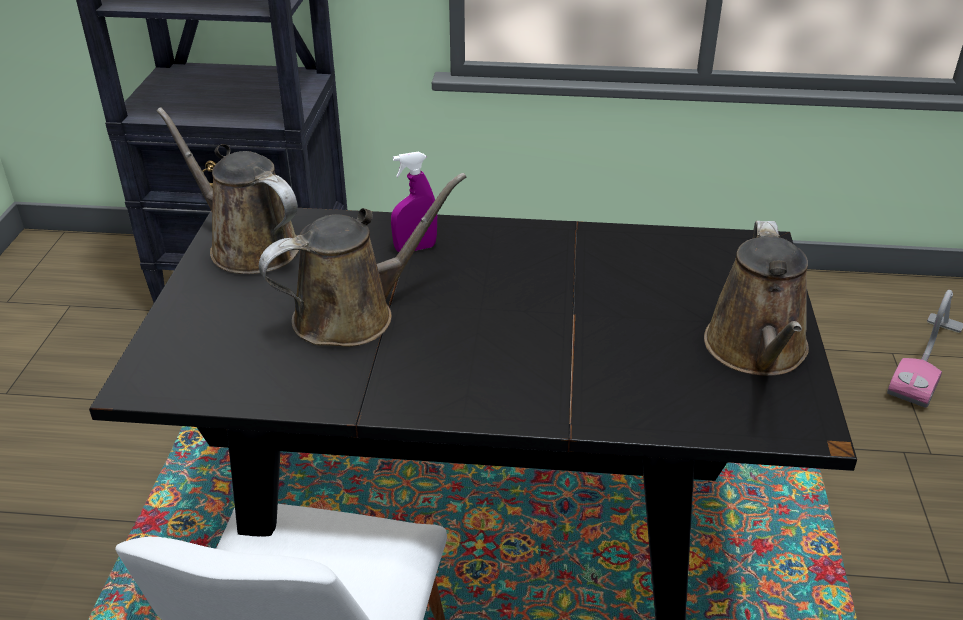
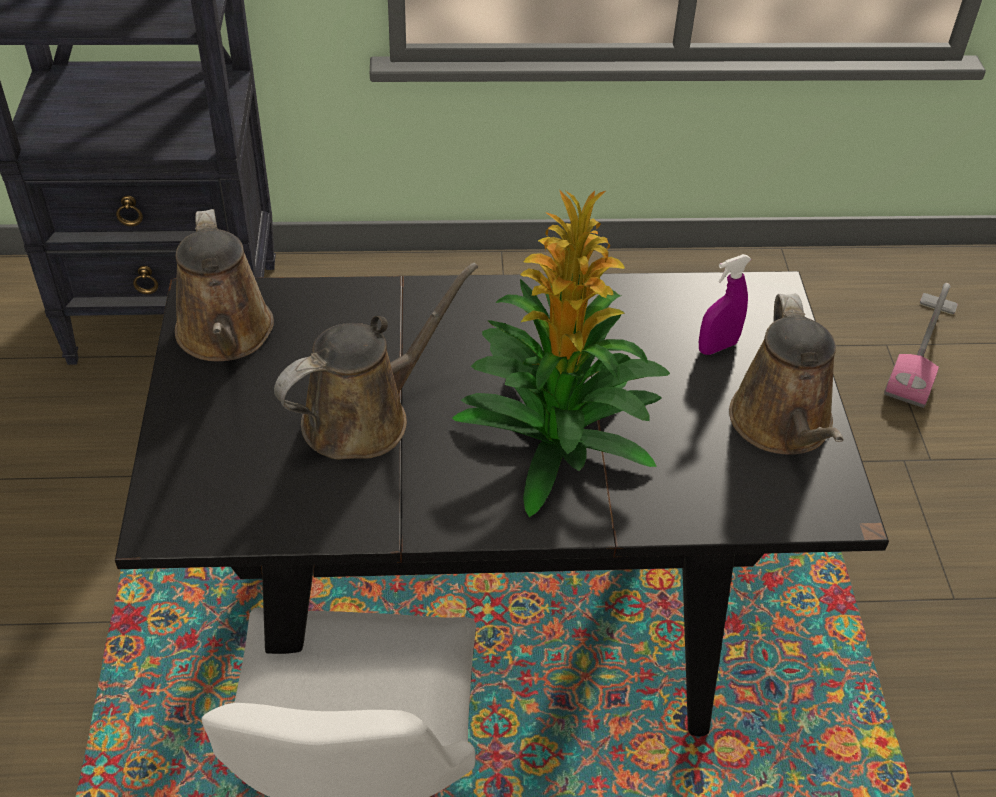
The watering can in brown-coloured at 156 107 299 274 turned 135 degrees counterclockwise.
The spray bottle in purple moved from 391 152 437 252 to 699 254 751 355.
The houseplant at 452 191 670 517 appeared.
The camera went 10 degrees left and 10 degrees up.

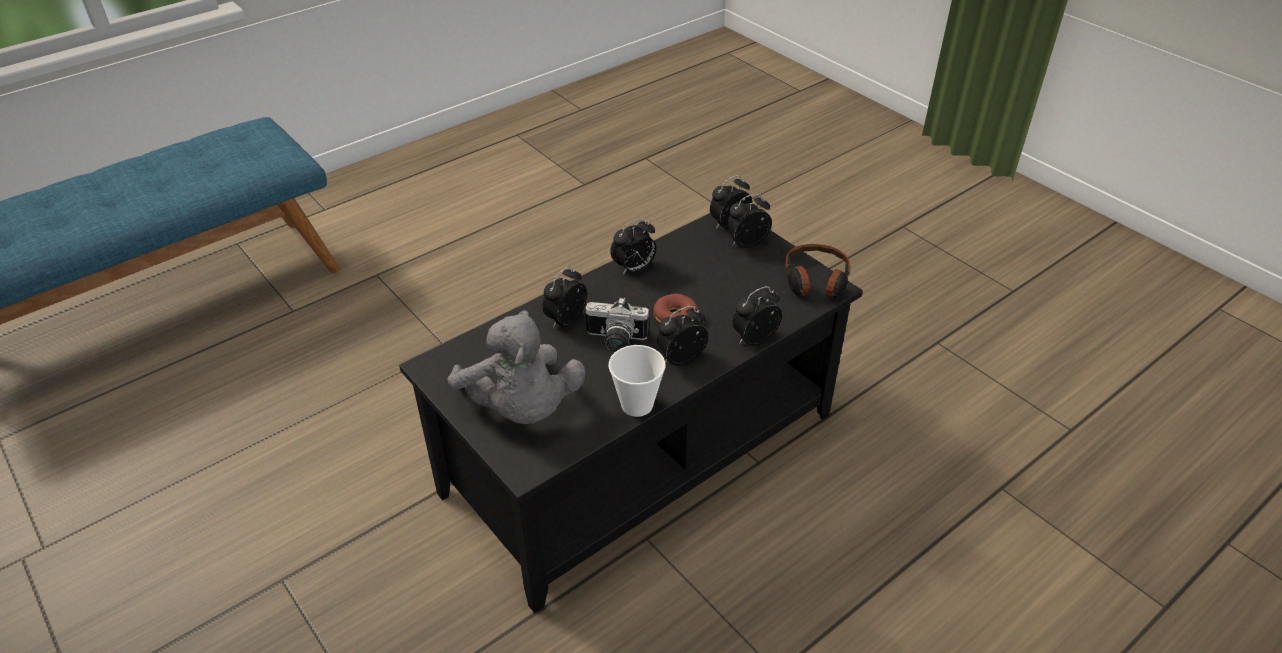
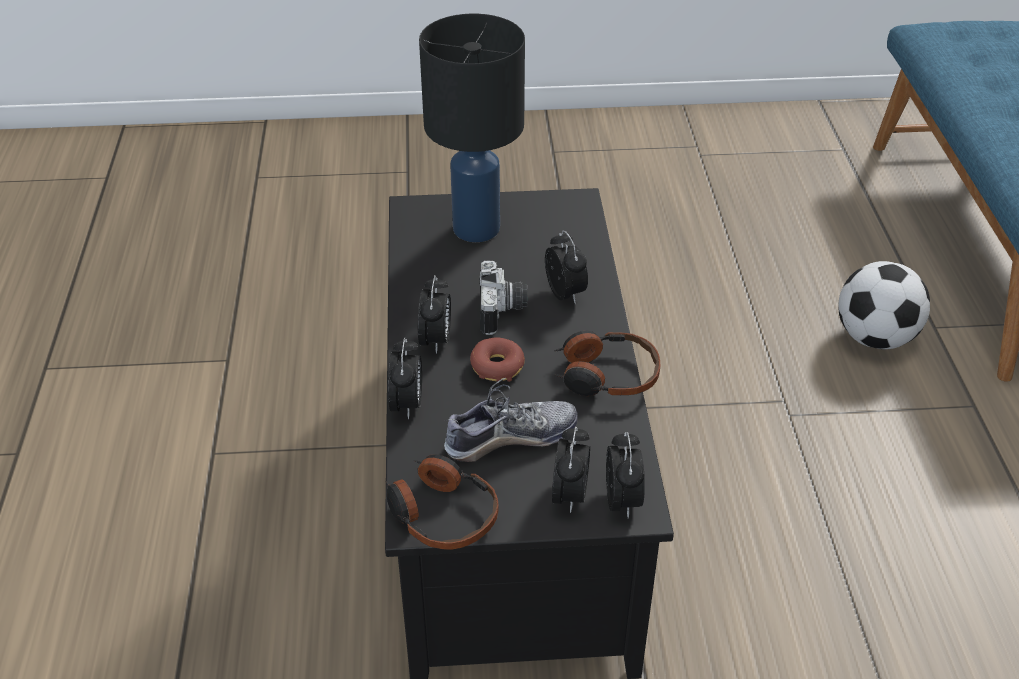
The plush toy in grey at 447 310 586 424 was replaced by the tabletop lamp in black at 419 14 525 242.
The photo camera at 586 297 649 352 turned 135 degrees clockwise.
The drinking cup at 608 345 666 417 disappeared.
The alarm clock at 610 218 656 275 was replaced by the headphones at 554 330 660 396.
The item of footwear at 444 378 578 462 appeared.
The football ball at 839 261 930 349 appeared.
The camera went 125 degrees right and 0 degrees up.

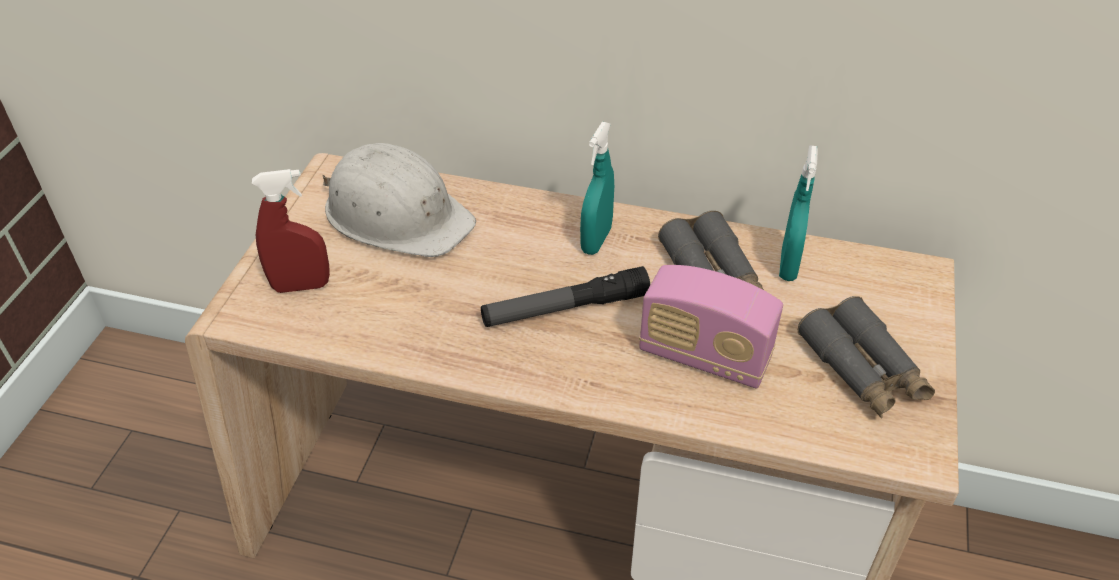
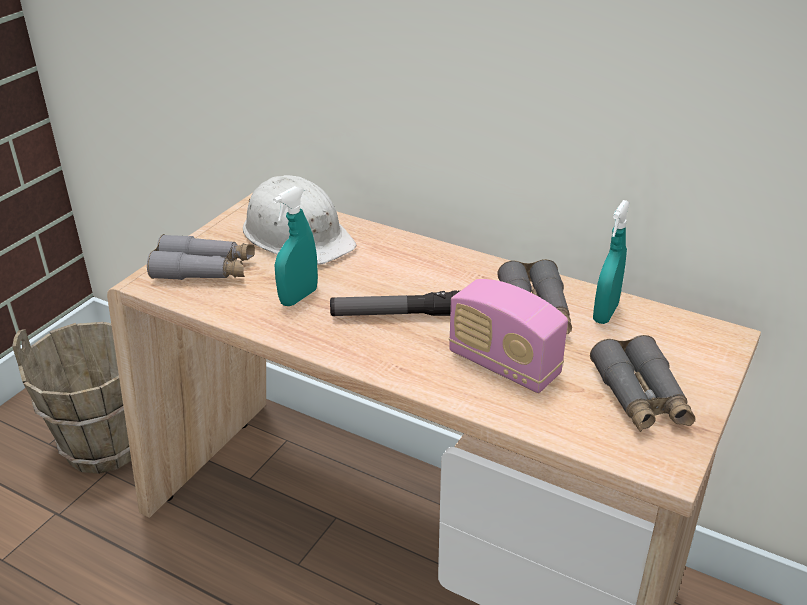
The spray bottle in reddish at 252 169 330 293 was replaced by the binoculars in grey at 147 234 255 280.
The spray bottle in turquoise moved from 580 122 614 255 to 273 186 318 306.
The pail in brown-coloured at 12 322 131 474 appeared.
The camera went 15 degrees right and 10 degrees down.

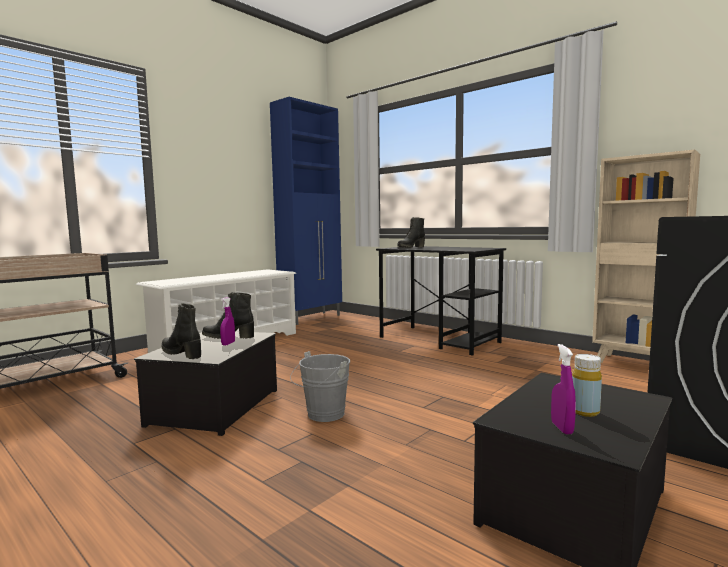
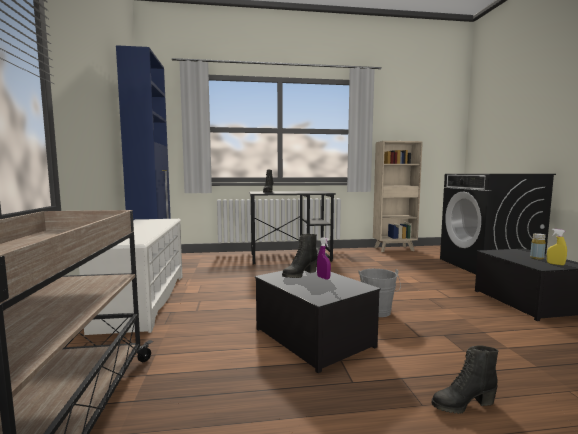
The boot in black moved from 161 303 201 359 to 431 346 499 414.
The spray bottle in purple at 551 344 576 434 became the spray bottle in yellow at 547 229 567 265.
The camera went 50 degrees left and 0 degrees up.

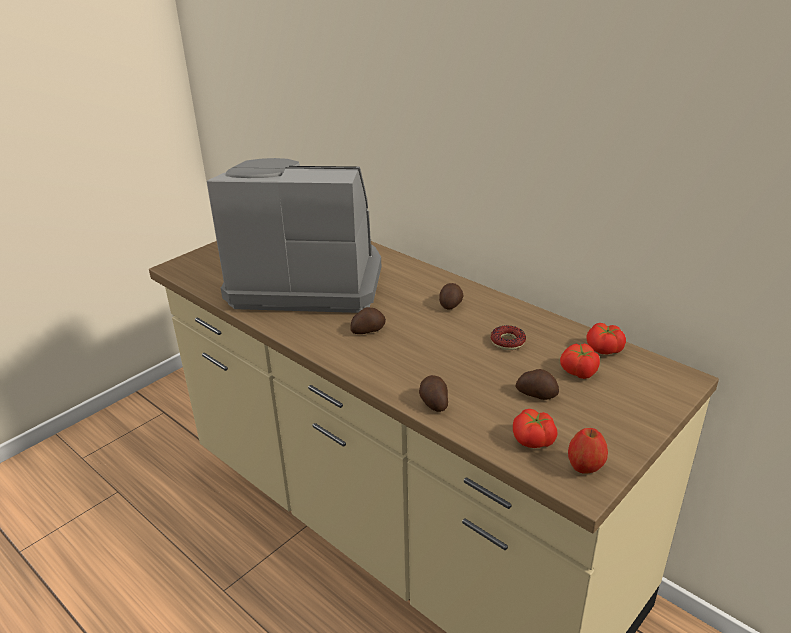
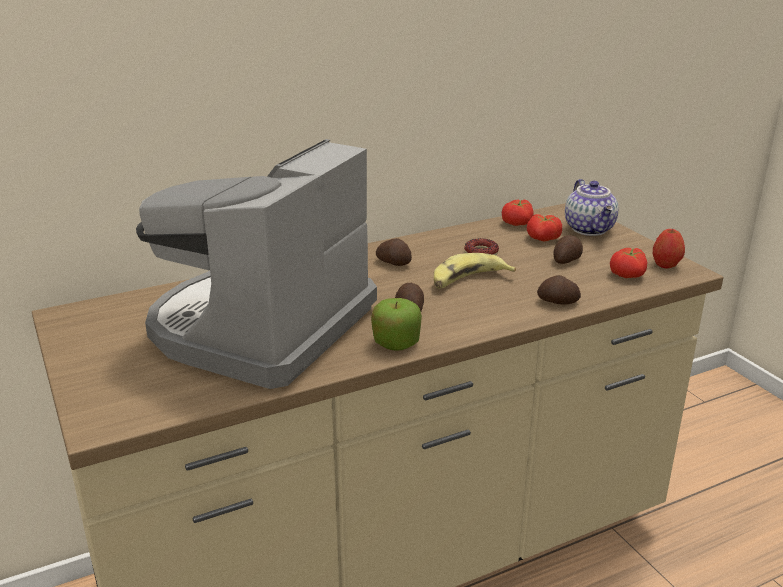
The apple fruit at 371 298 422 351 appeared.
The whole banana at 434 253 516 288 appeared.
The tea pot at 565 179 618 236 appeared.
The camera went 70 degrees left and 5 degrees down.

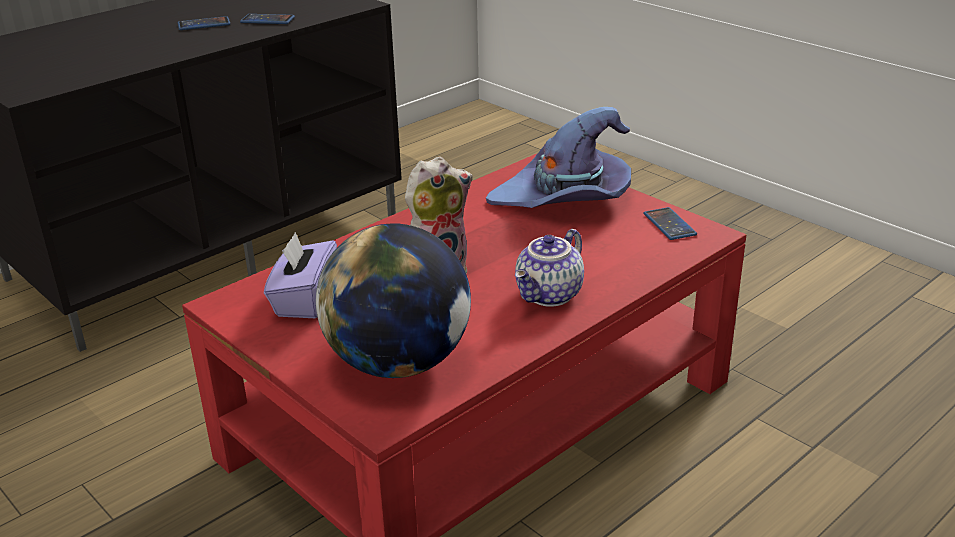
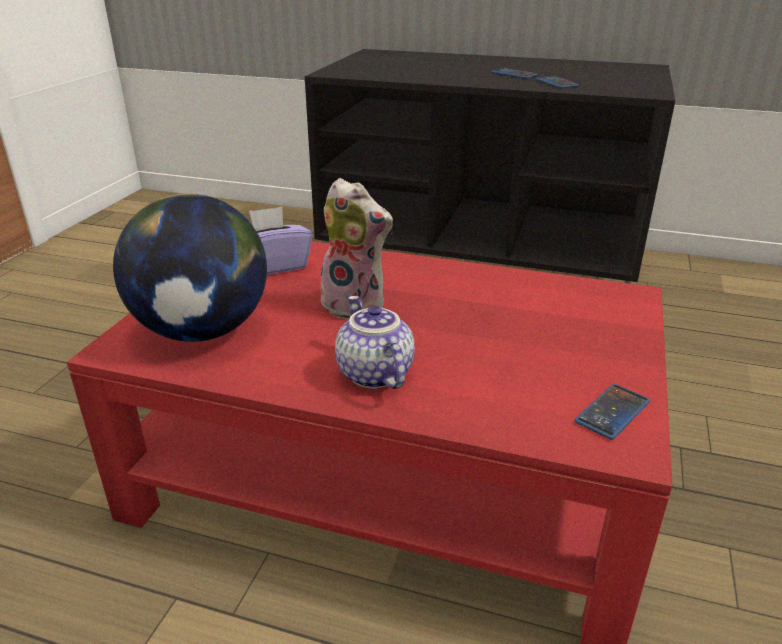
The clothing hat in purple at 486 107 631 208 disappeared.
The tea pot at 515 229 584 307 turned 60 degrees clockwise.
The camera went 60 degrees right and 0 degrees up.

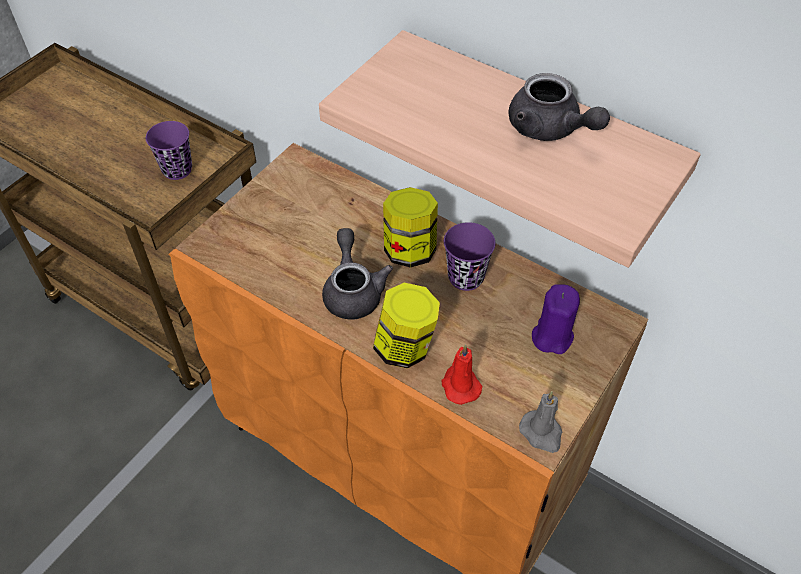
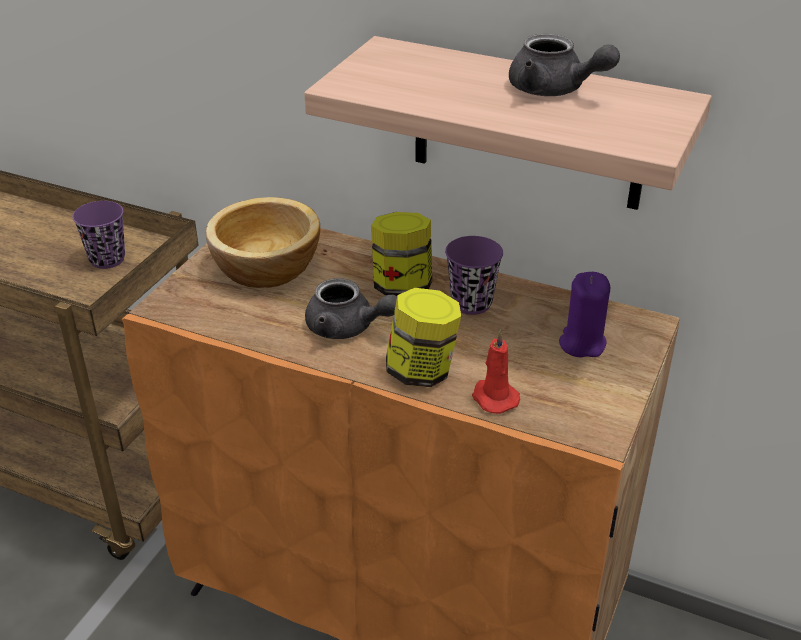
The tea pot in grey at 322 228 393 320 turned 135 degrees clockwise.
The wax light in grey at 519 391 562 453 disappeared.
The serving bowl at 206 197 320 288 appeared.
The camera went 10 degrees left and 15 degrees down.

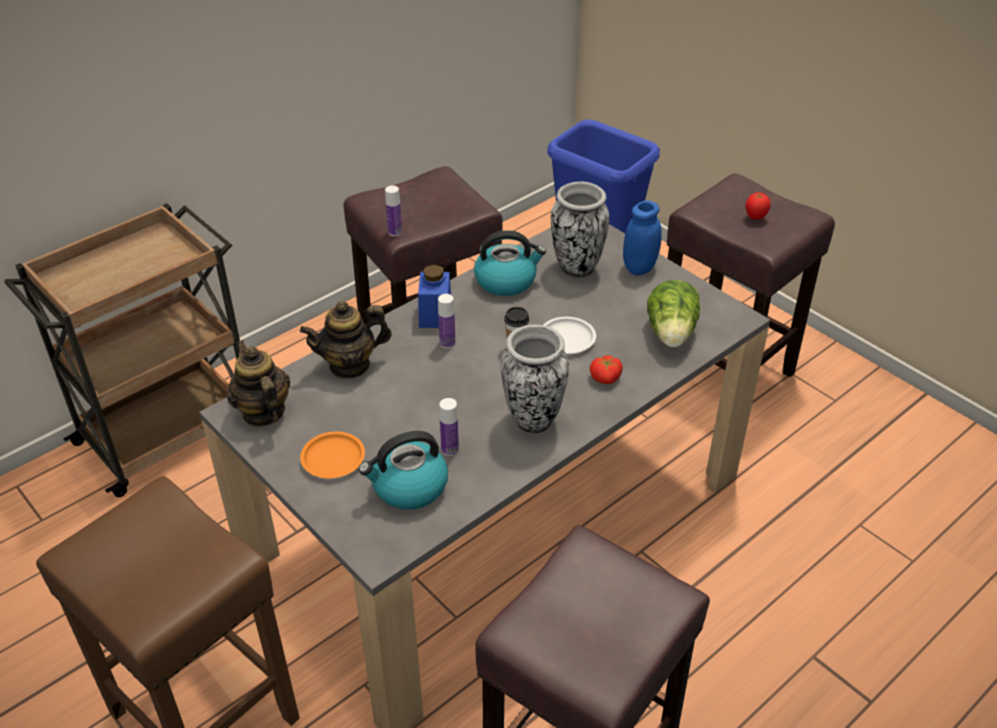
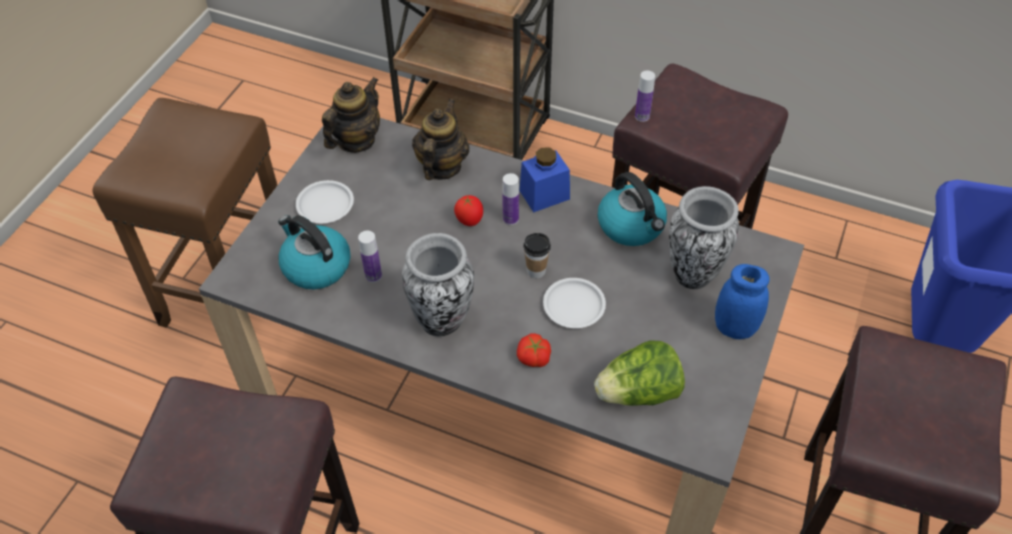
The tea pot at 300 301 392 379 turned 60 degrees clockwise.
The plate in orangey at 300 432 365 478 became the plate in white at 296 180 354 223.
The tomato moved from 746 192 770 220 to 454 195 483 226.
The camera went 65 degrees right and 10 degrees up.

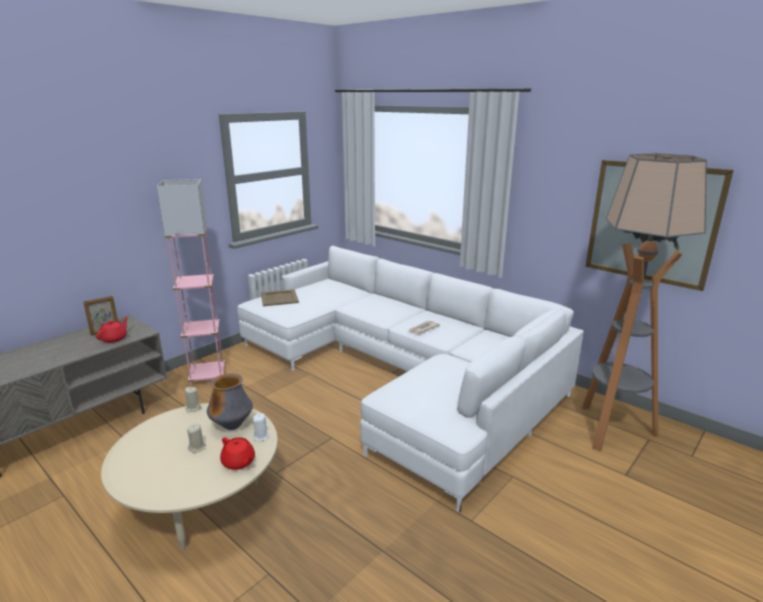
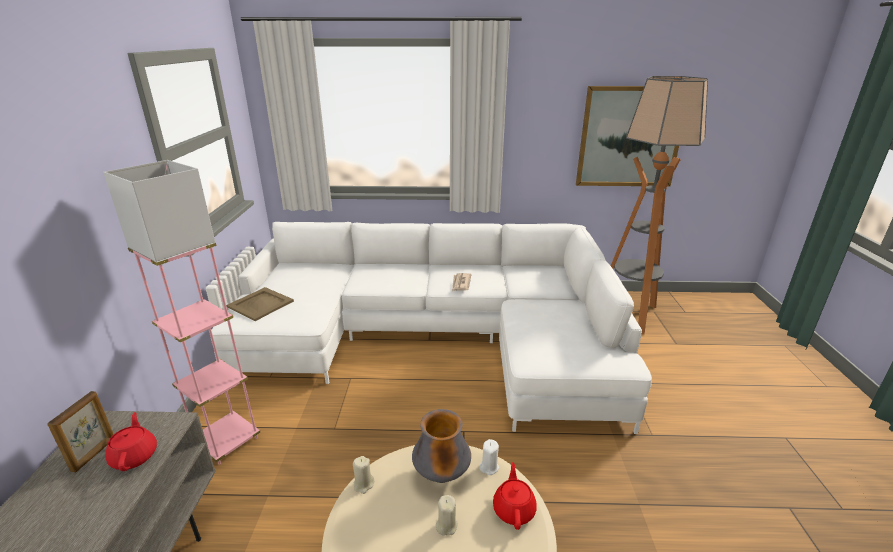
The tea pot in reddish at 220 437 255 470 turned 90 degrees counterclockwise.
The camera went 40 degrees left and 5 degrees up.

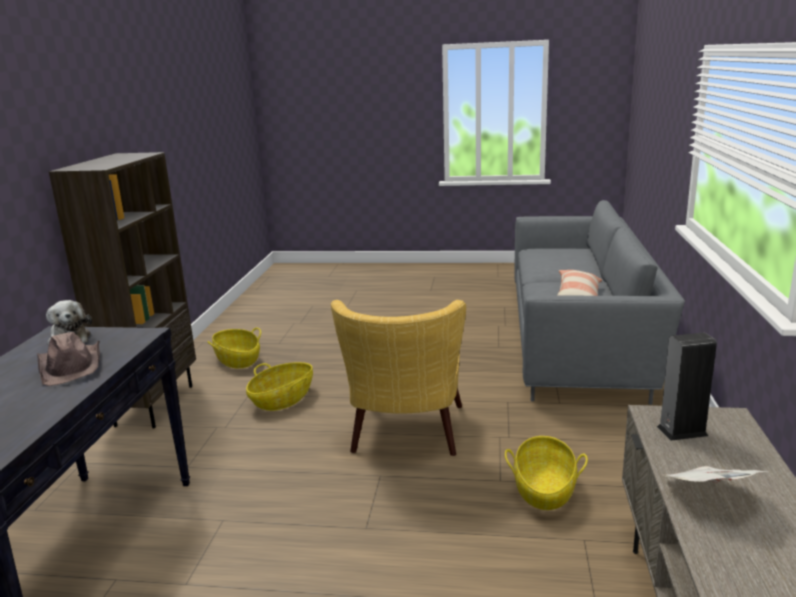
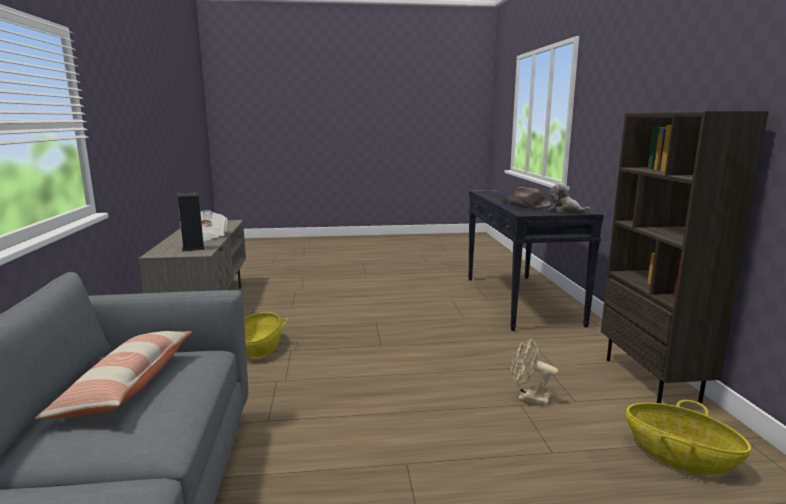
The basket at 246 362 313 411 was replaced by the cooling fan in sand-coloured at 511 338 559 405.
The lounge chair in yellow at 331 300 466 456 disappeared.
The camera went 165 degrees right and 5 degrees down.

